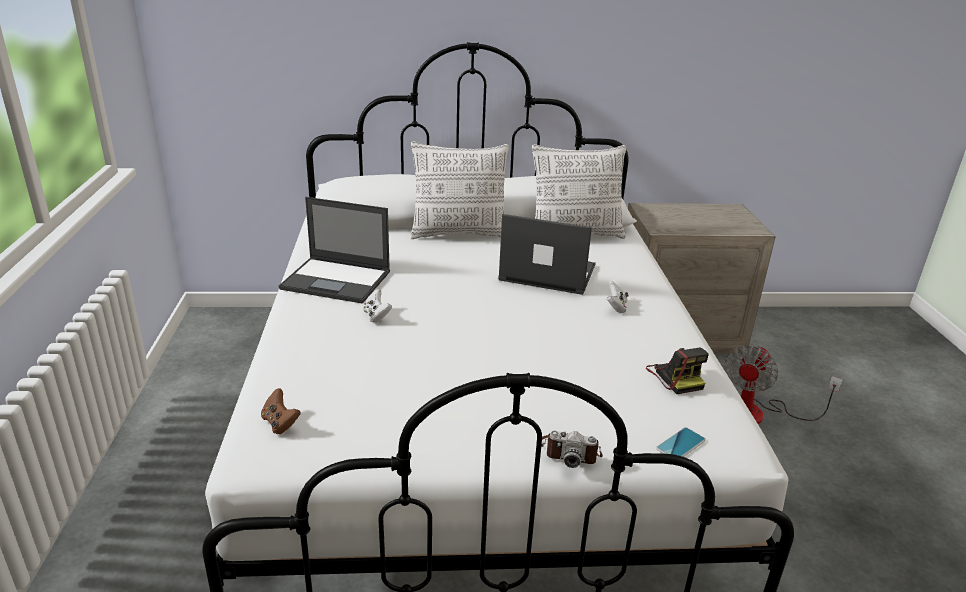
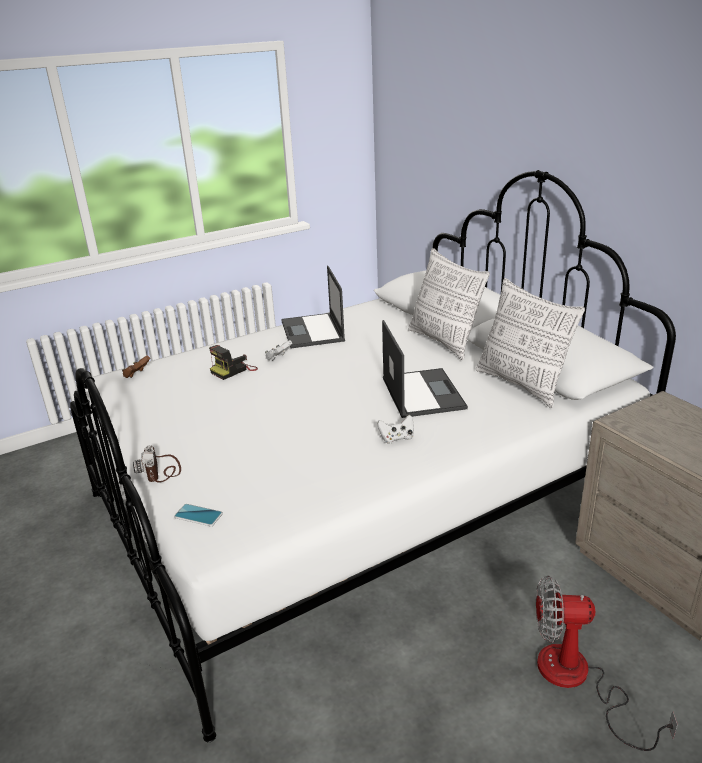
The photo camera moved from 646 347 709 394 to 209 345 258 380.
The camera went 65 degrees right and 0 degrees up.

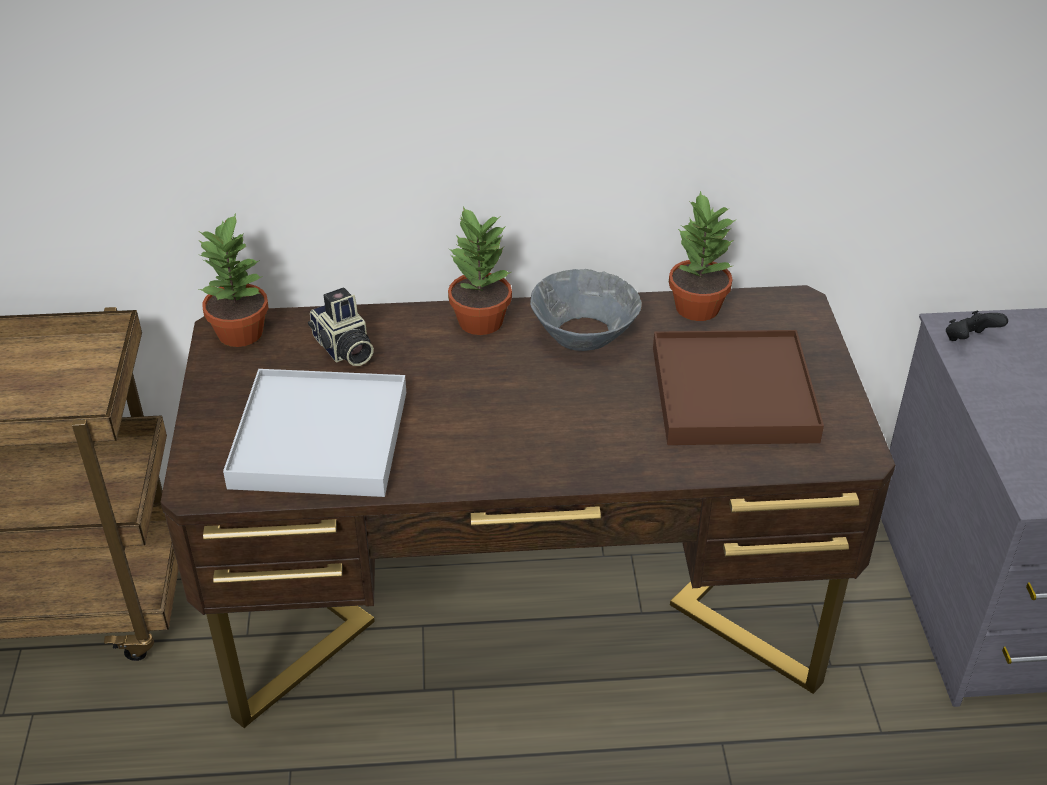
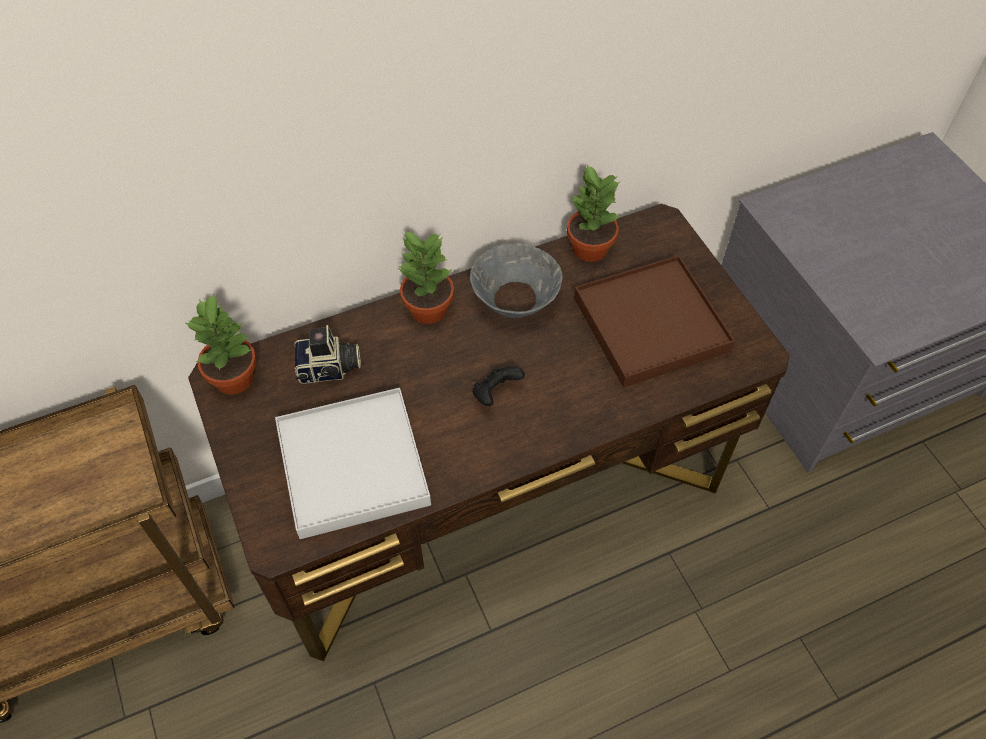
The photo camera at 308 287 374 366 turned 45 degrees counterclockwise.
The joypad in black moved from 946 311 1008 341 to 473 366 525 406.
The camera went 20 degrees left and 15 degrees up.

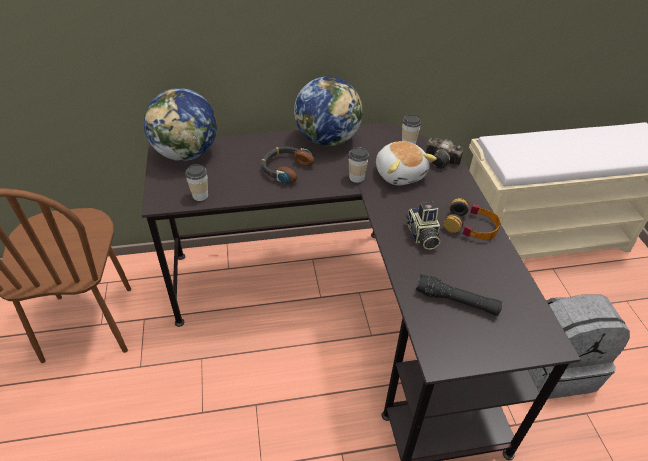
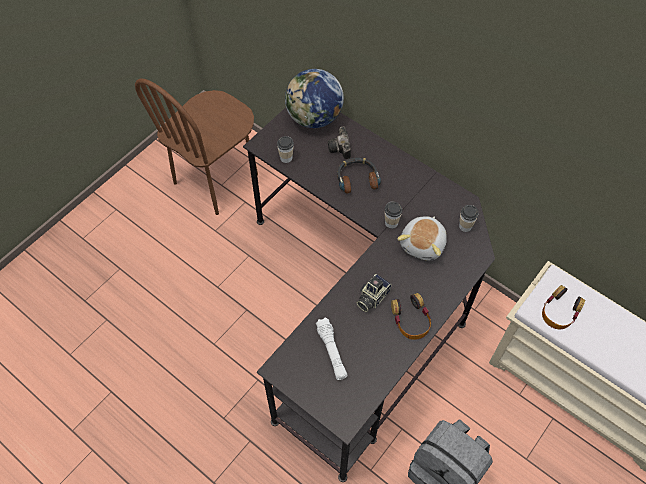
The globe at 294 76 363 146 disappeared.
The torch in black at 416 274 502 316 became the torch in white at 316 317 348 380.
The photo camera moved from 426 138 463 169 to 328 127 351 159.
The headphones at 542 285 585 329 appeared.
The camera went 50 degrees right and 15 degrees up.

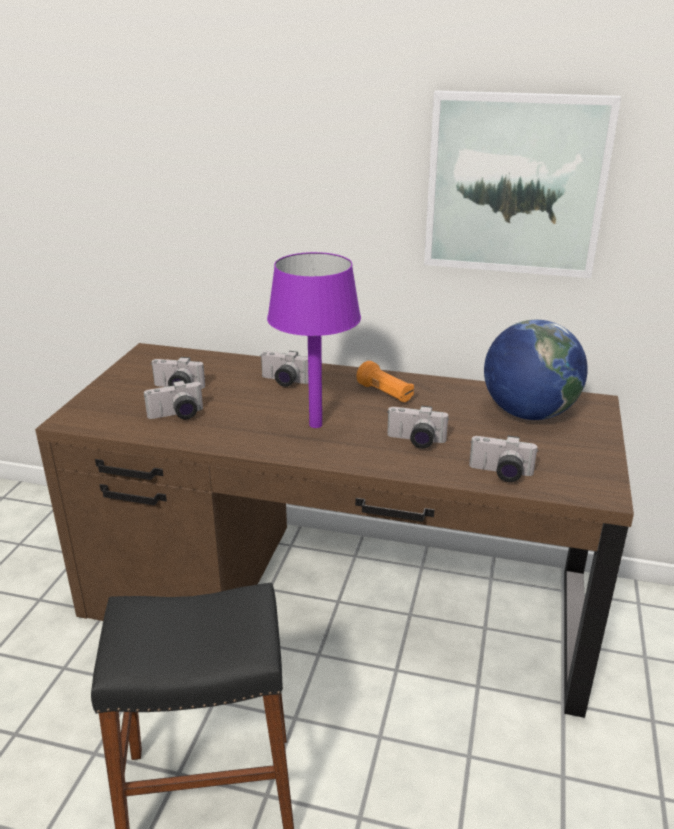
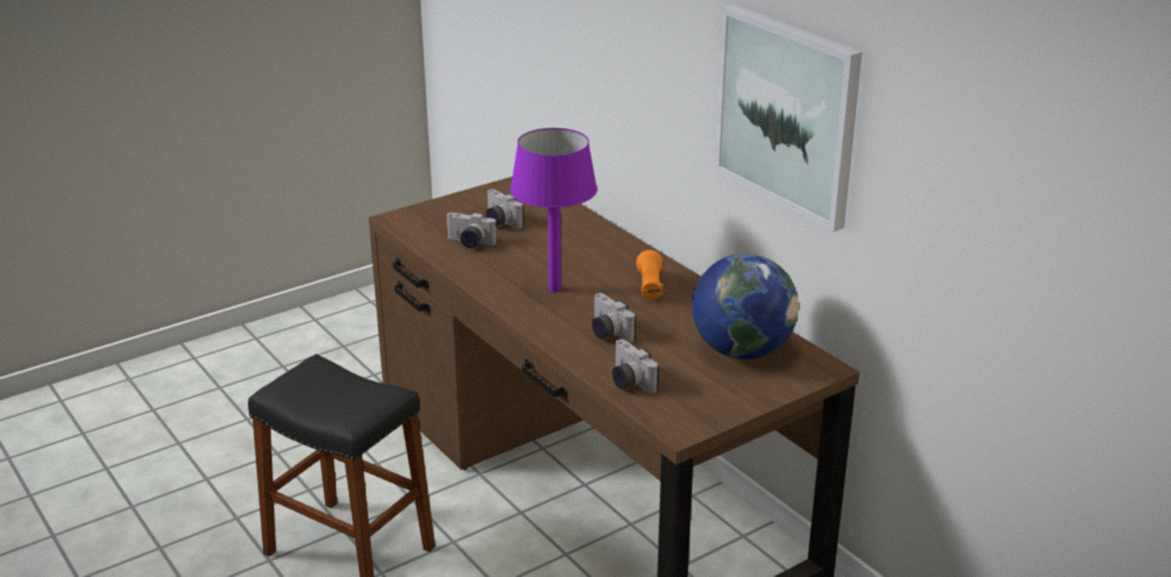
The photo camera at 261 351 309 387 disappeared.
The camera went 40 degrees right and 0 degrees up.

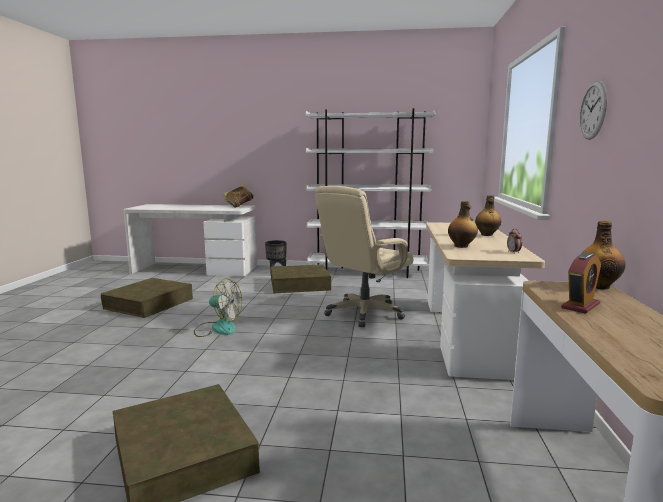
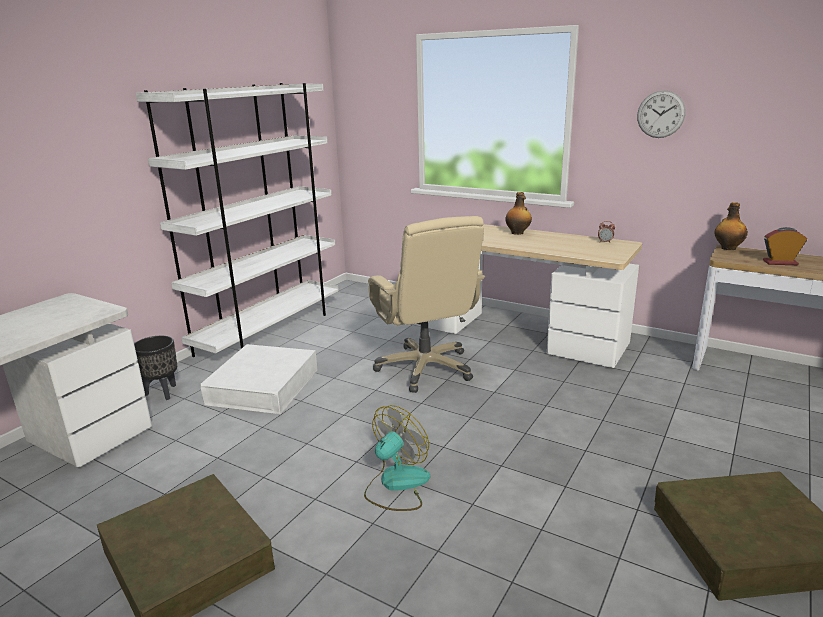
The book at 223 184 254 208 disappeared.
The storage container in brown-coloured at 270 264 331 293 became the storage container in white at 201 344 318 414.
The drink bottle at 448 201 478 248 disappeared.
The alarm clock at 561 252 601 314 turned 60 degrees counterclockwise.
The camera went 65 degrees left and 10 degrees up.

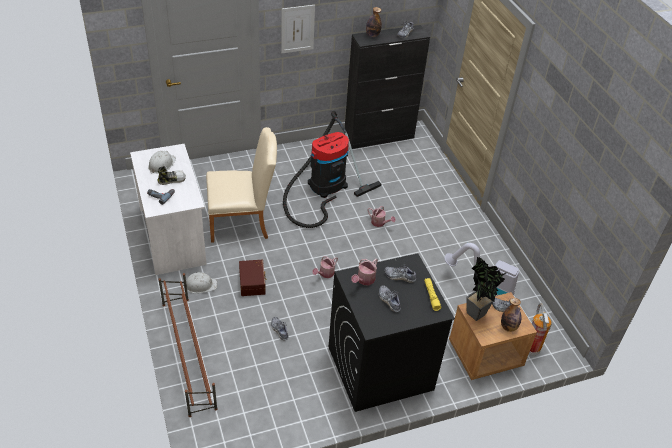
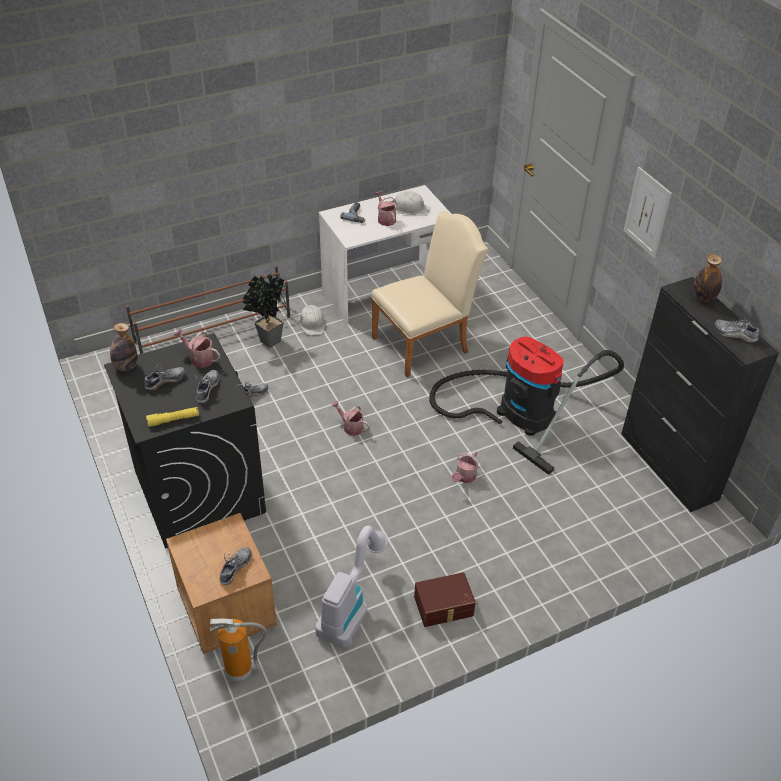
The item of footwear at 157 166 186 185 was replaced by the watering can at 374 191 397 226.
The upright chair in sand-coloured at 206 127 277 243 turned 105 degrees counterclockwise.
The storage container in brown-coloured moved from 239 260 267 296 to 414 572 476 627.
The houseplant moved from 467 257 508 321 to 243 274 285 348.
The drink bottle moved from 501 298 522 332 to 110 323 137 371.
The camera went 85 degrees right and 0 degrees up.

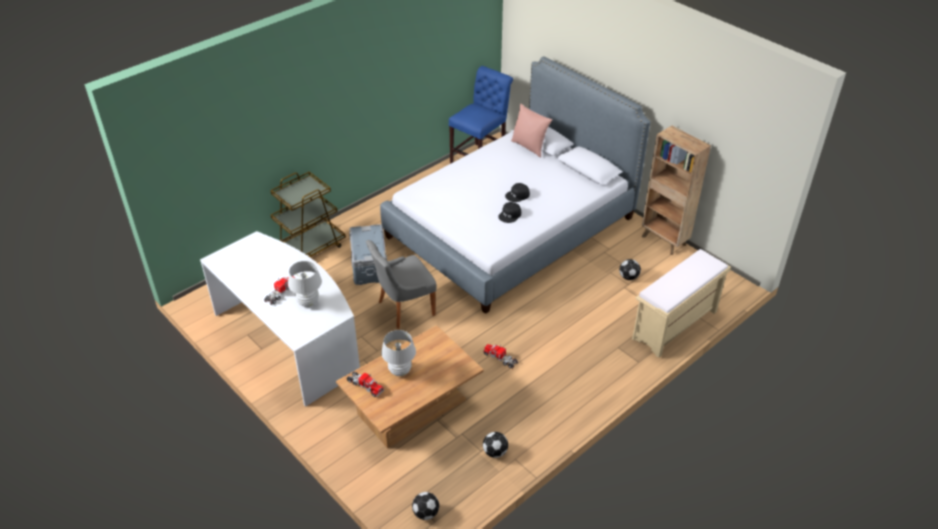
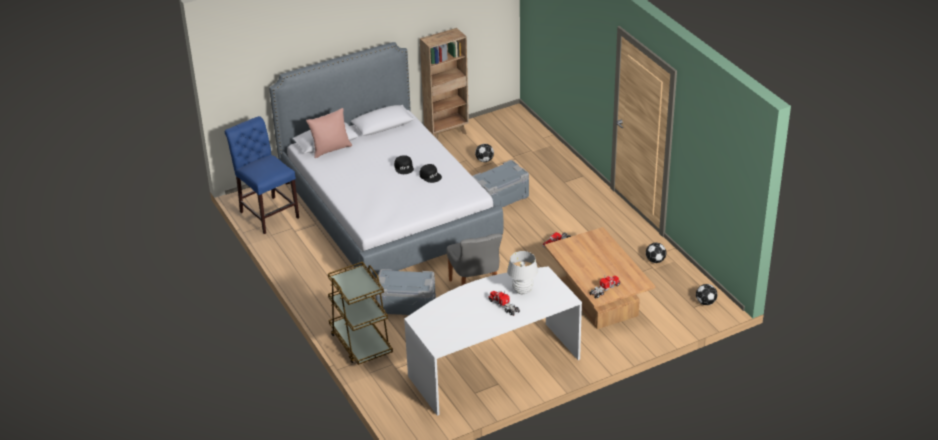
The tabletop lamp in white at 381 330 416 376 disappeared.
The indoor bench in sand-coloured at 632 249 731 358 disappeared.
The storage container in grey at 472 160 529 208 appeared.
The camera went 75 degrees left and 5 degrees down.

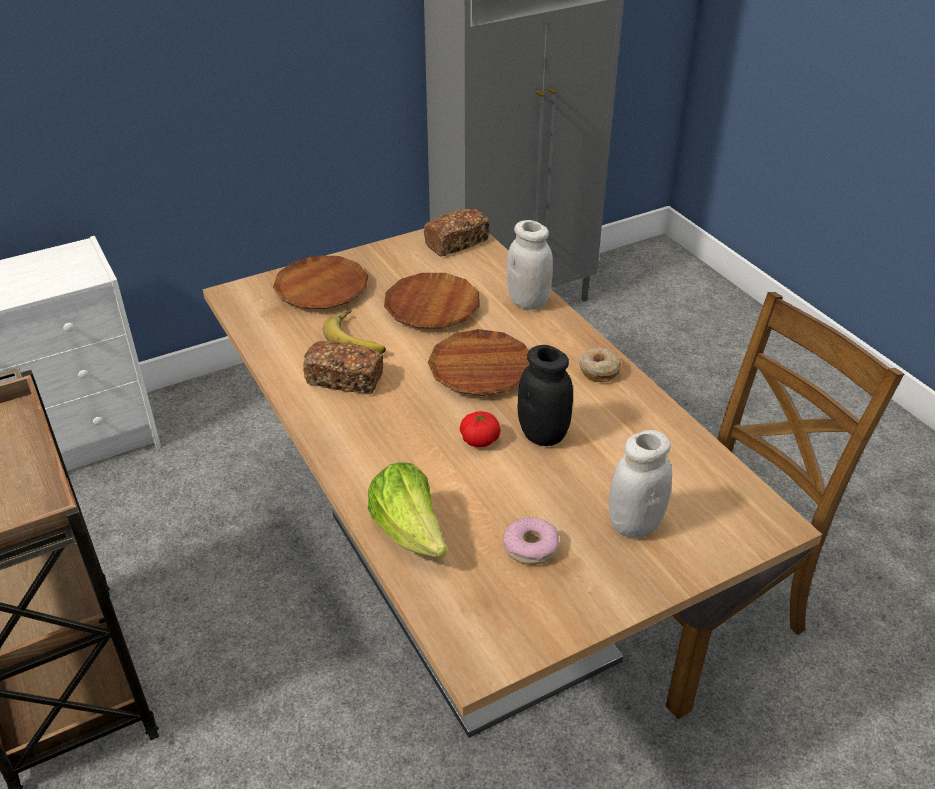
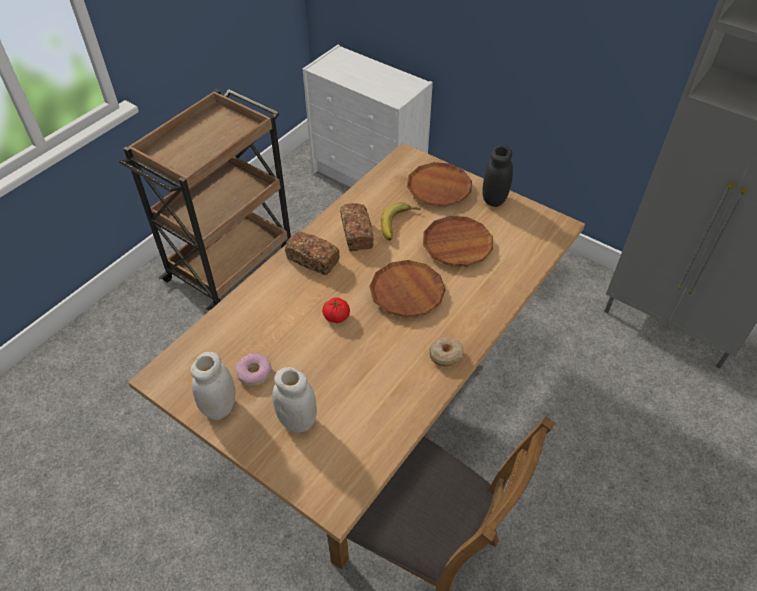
The lettuce head at 368 462 448 558 disappeared.
The baked bread moved from 424 208 490 256 to 285 232 340 275.
The preserve jar in white moved from 507 220 553 310 to 191 352 235 420.
The preserve jar in black moved from 518 345 573 446 to 482 145 513 207.
The camera went 65 degrees right and 10 degrees up.

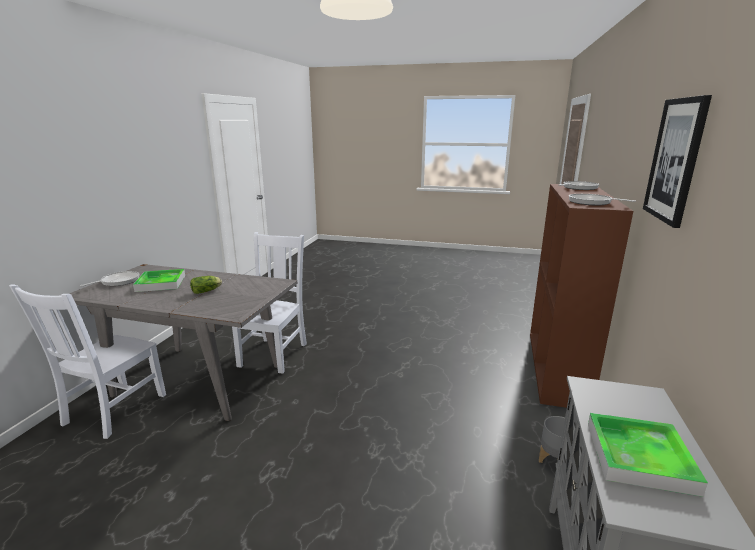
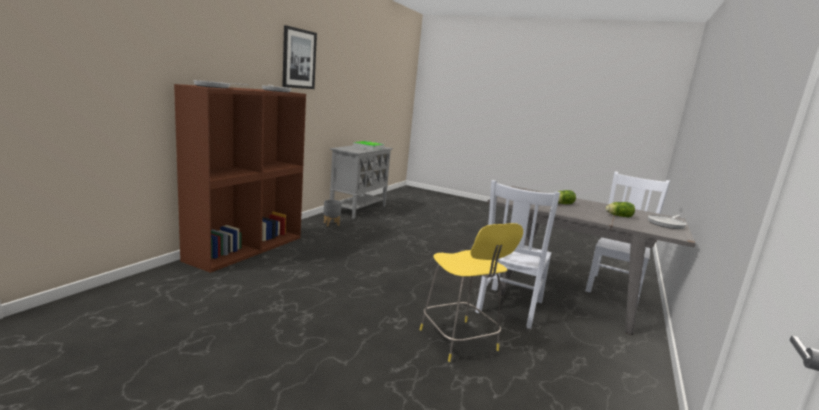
The tray at 133 269 185 292 was replaced by the lettuce head at 605 202 635 217.
The stool seat in yellow at 420 223 523 362 appeared.
The camera went 170 degrees left and 5 degrees down.

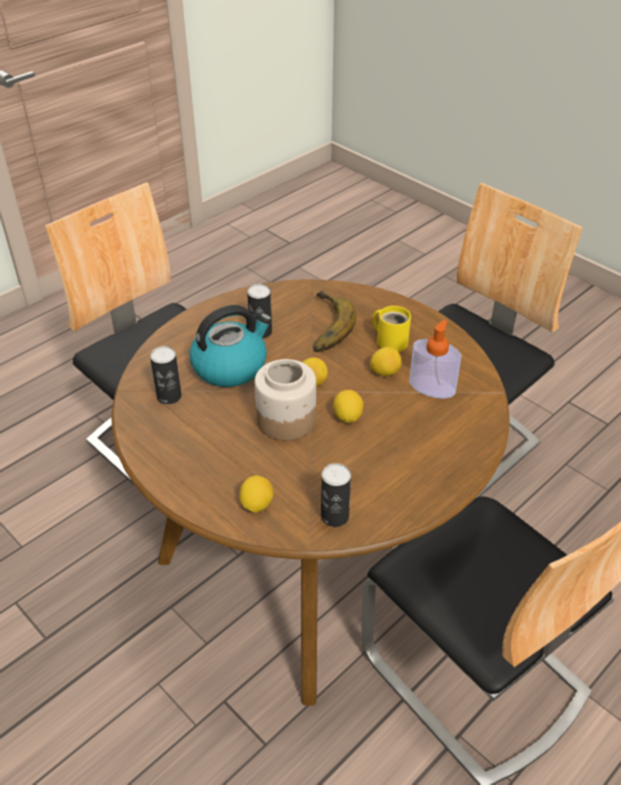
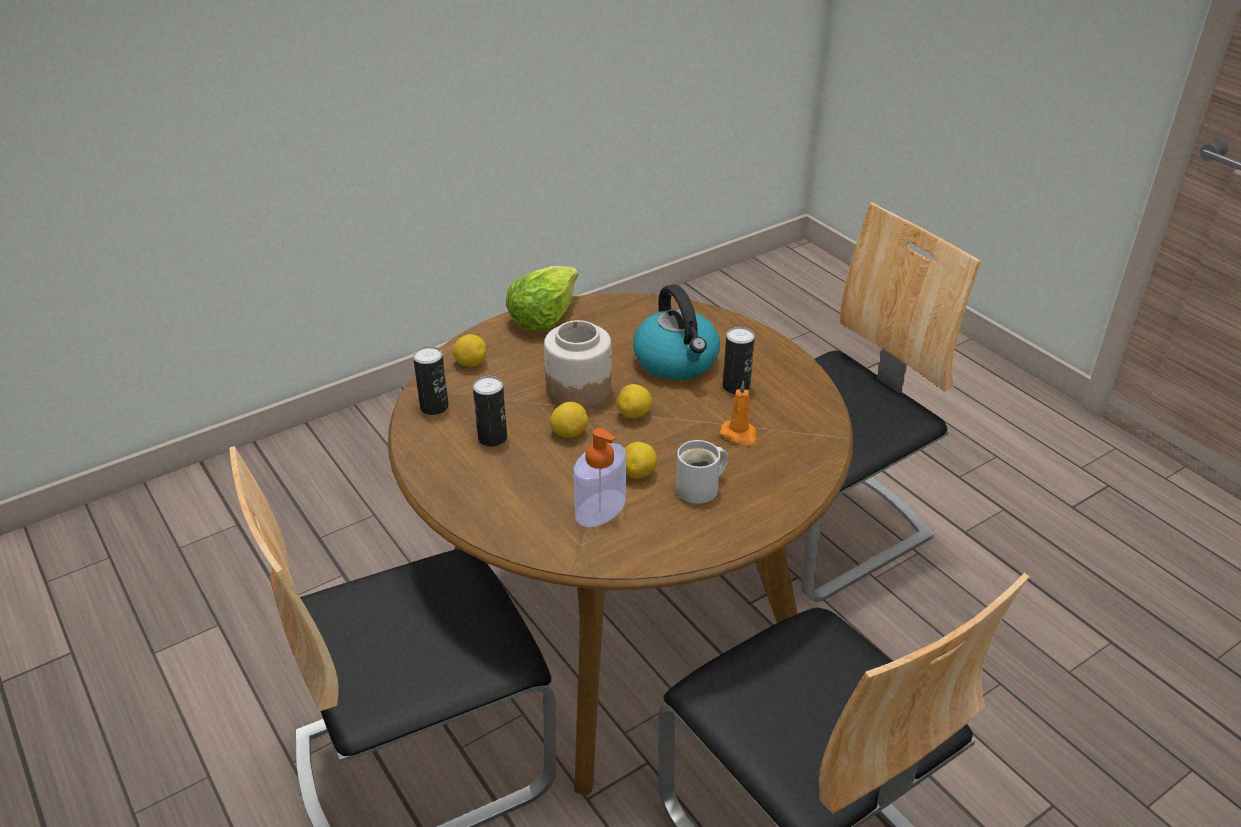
The sealed can moved from 150 346 182 404 to 473 376 507 447.
The whole banana at 313 291 356 352 was replaced by the wax light in orangey at 720 380 757 446.
The tea mug in yellow at 372 306 411 352 became the tea mug in white at 676 440 728 504.
The lettuce head at 506 266 578 331 appeared.
The camera went 100 degrees right and 5 degrees down.

